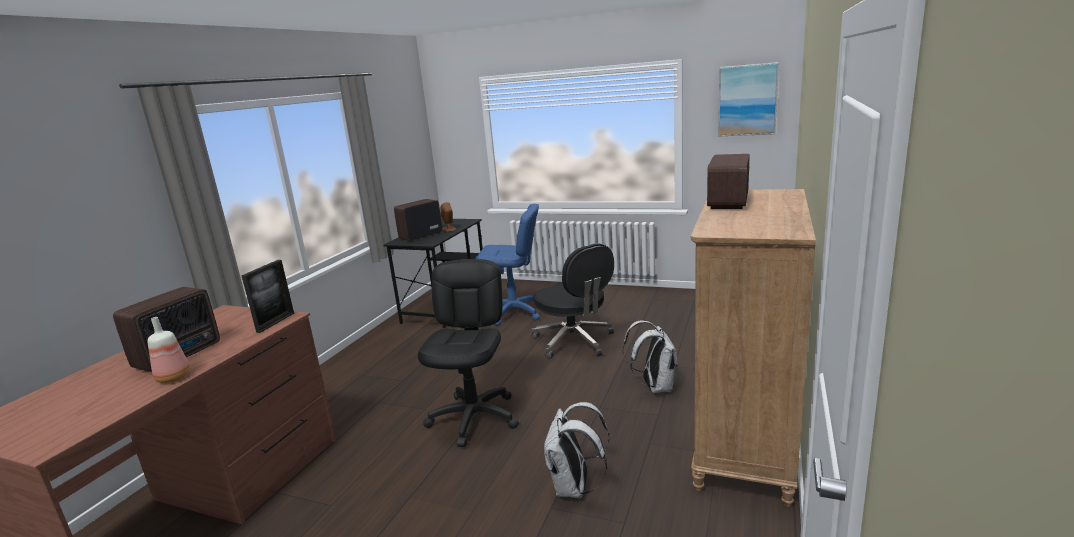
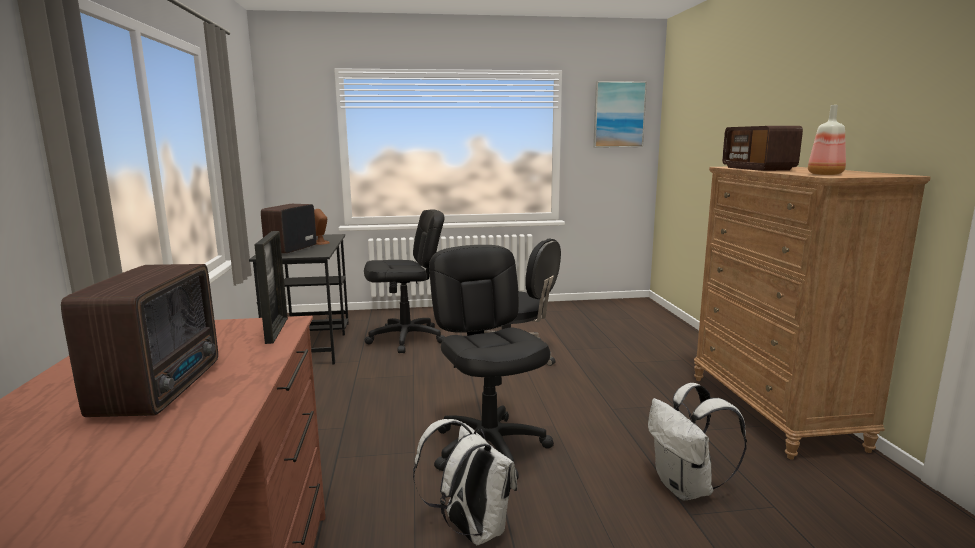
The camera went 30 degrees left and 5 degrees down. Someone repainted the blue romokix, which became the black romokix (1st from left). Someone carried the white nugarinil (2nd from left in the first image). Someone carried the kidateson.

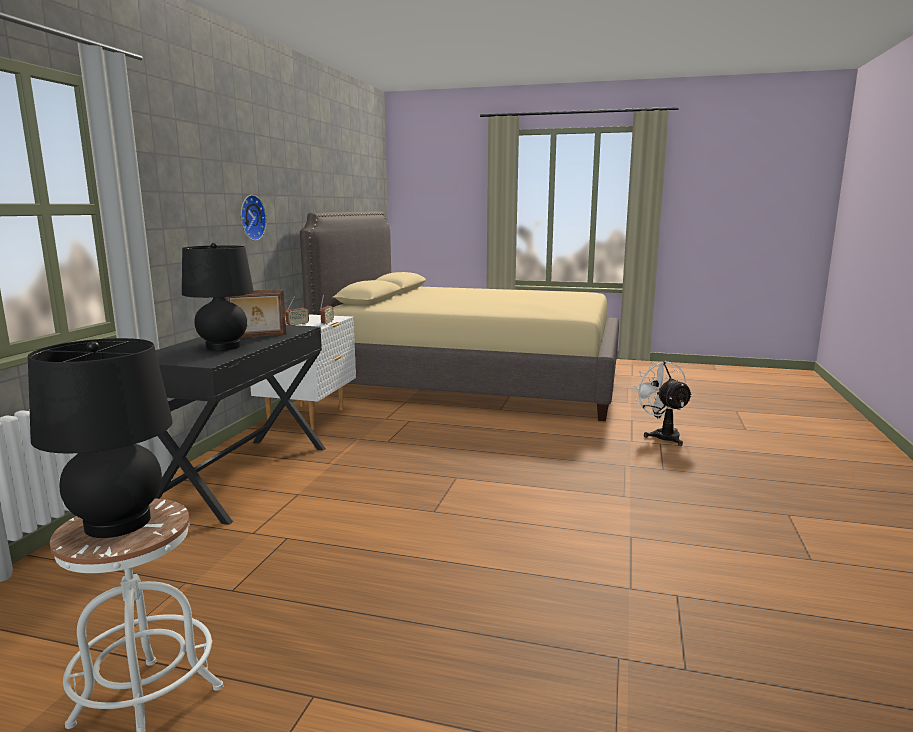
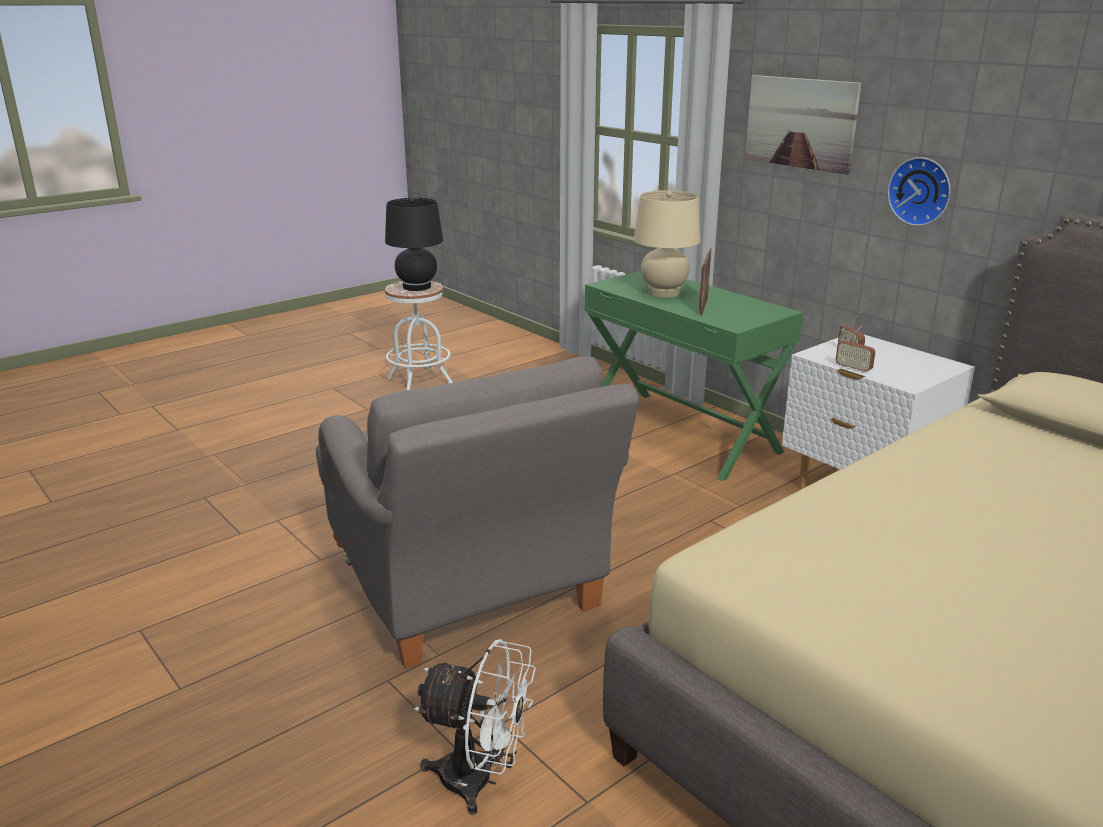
The camera went 125 degrees right and 10 degrees up. Someone put down the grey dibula. Someone repainted the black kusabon, which became the green kusabon. Someone repainted the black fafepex (2nd from left), which became the beige fafepex. Someone put up the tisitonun.

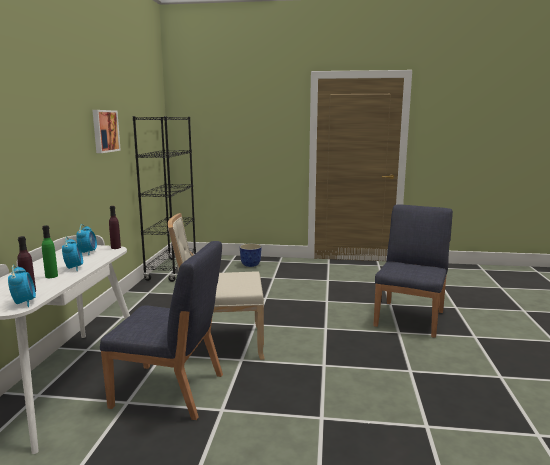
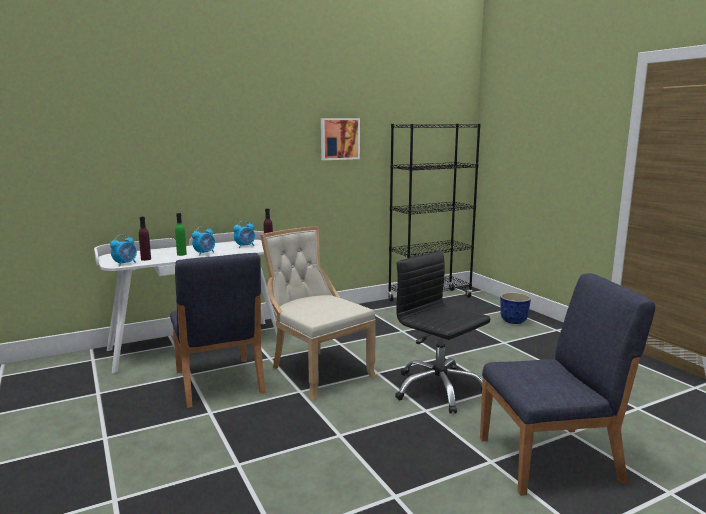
The camera went 55 degrees right and 0 degrees up. Someone put down the black romokix.

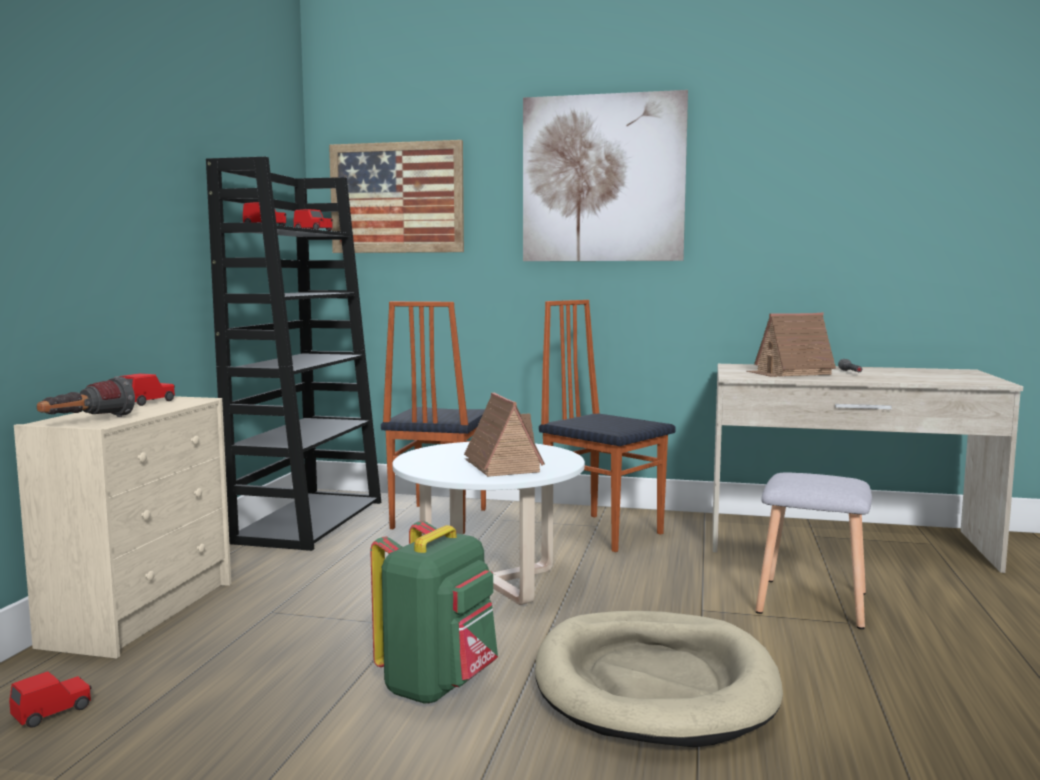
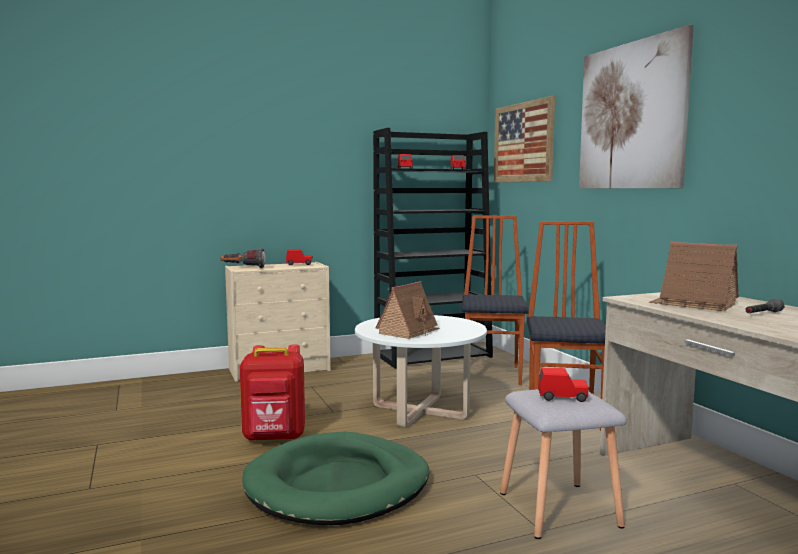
The camera went 55 degrees right and 0 degrees up. Someone repainted the green nugarinil, which became the red nugarinil. Someone repainted the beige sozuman, which became the green sozuman. Someone rotated the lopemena (1st from left) by 120 degrees clockwise. Someone carried the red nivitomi (1st from left in the first image).

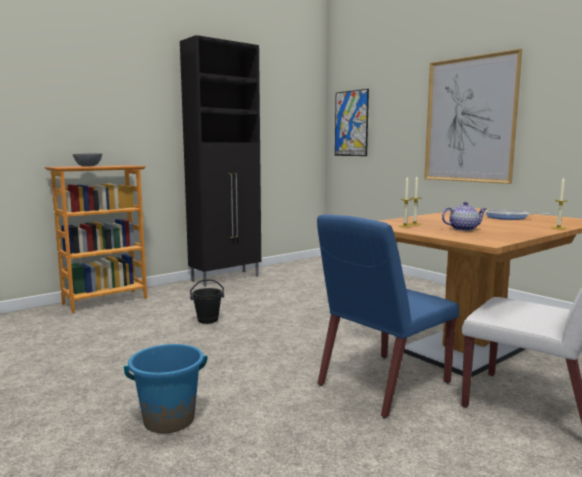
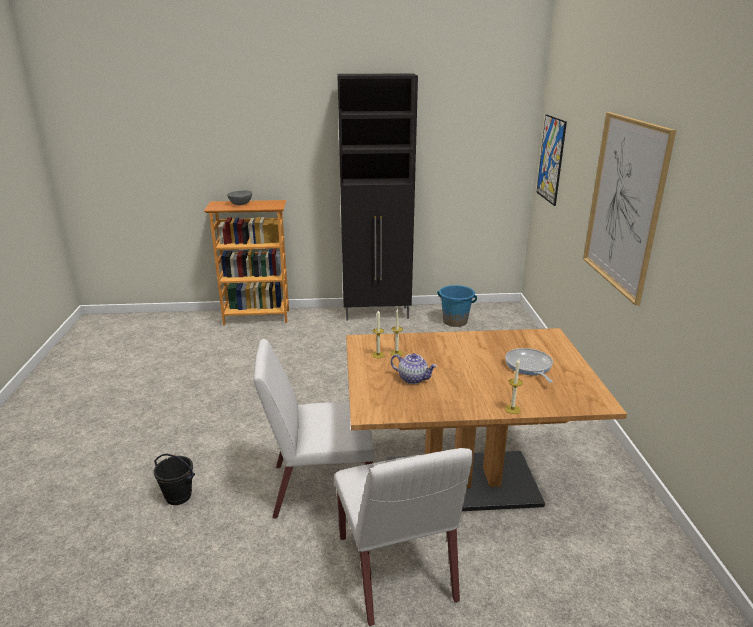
The camera went 35 degrees right and 15 degrees up. Someone carried the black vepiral. Someone repainted the blue lopemena, which became the white lopemena (1st from left). Someone carried the blue vepiral.

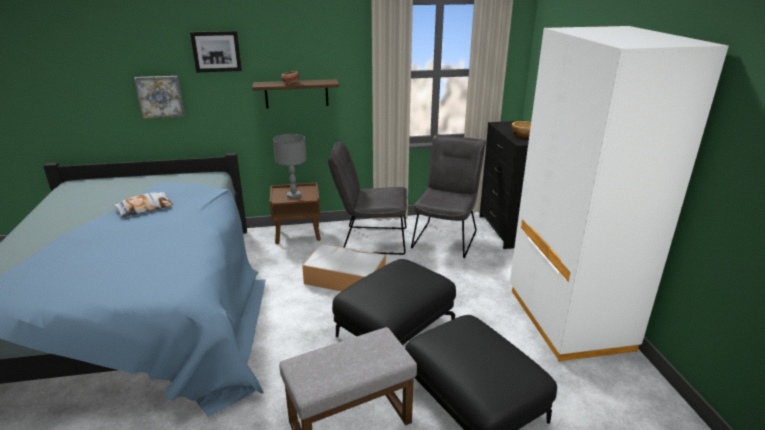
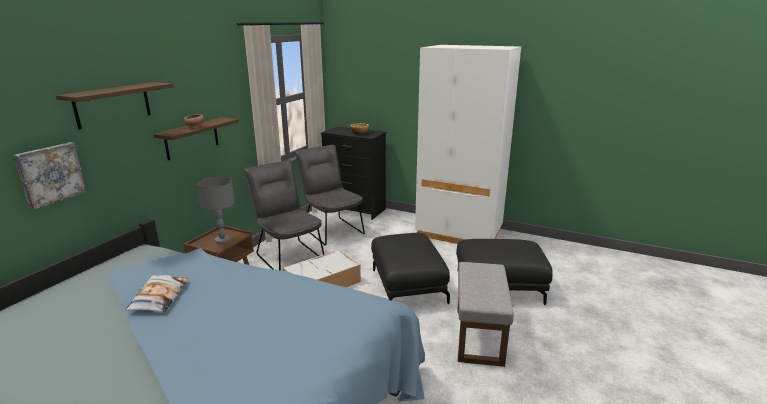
The camera went 55 degrees left and 5 degrees down. Someone swapped the tisitonun (2nd from left) for the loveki (1st from left). Someone rotated the grey lopemena (1st from left) by 105 degrees clockwise.

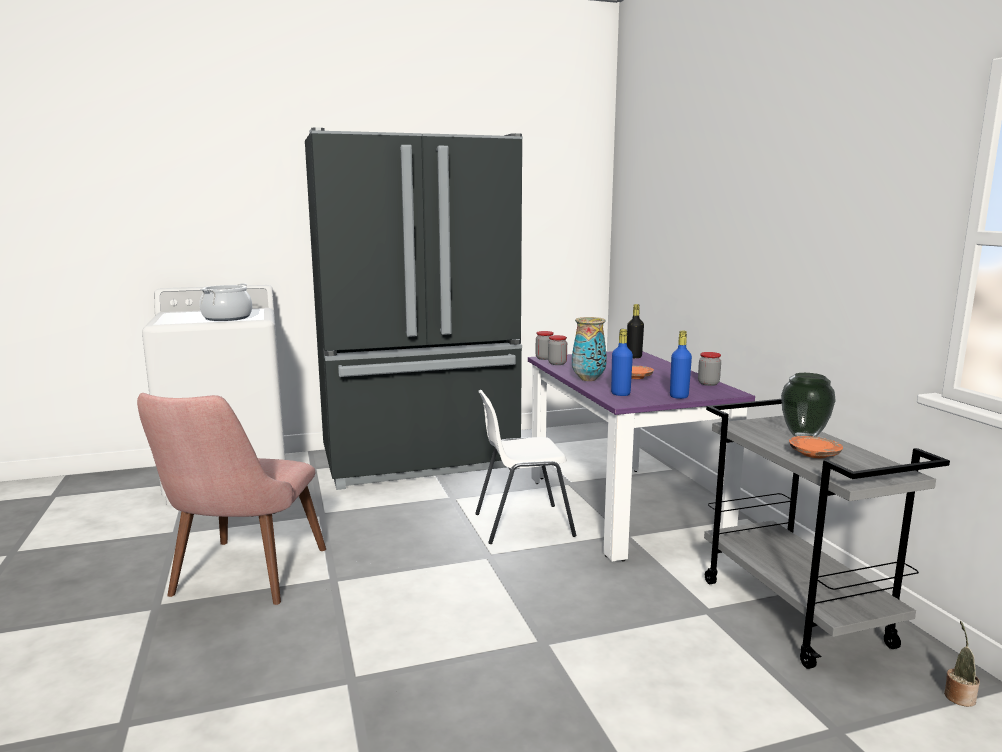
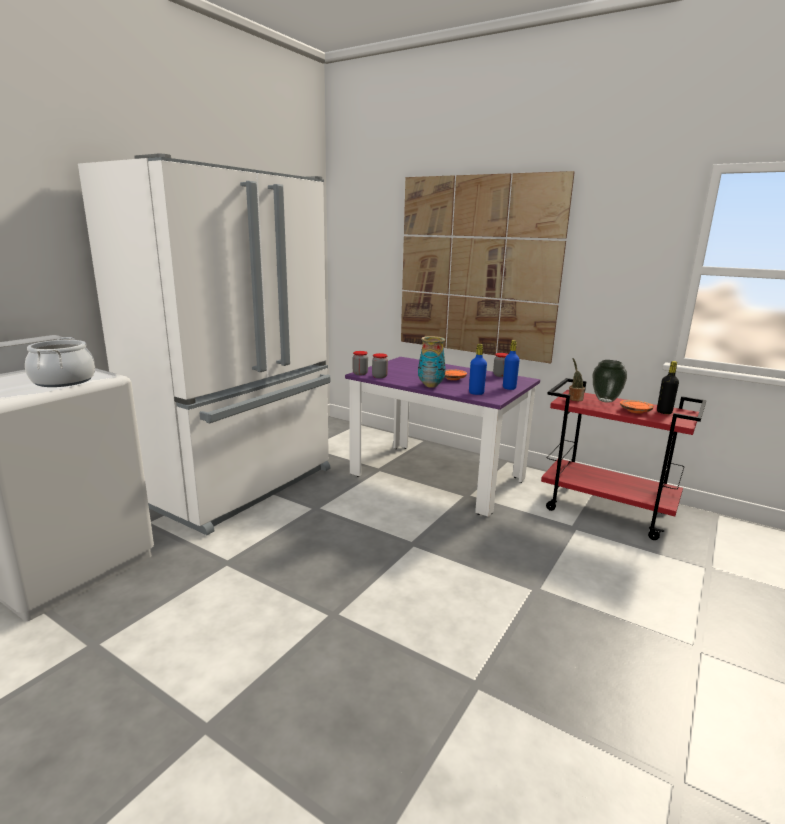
The camera went 40 degrees left and 5 degrees up. Someone repainted the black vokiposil, which became the white vokiposil. Someone put up the tisitonun. Someone repainted the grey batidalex, which became the red batidalex. Someone carried the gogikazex. Someone carried the black kidateson. Someone took away the pink lopemena. Someone took away the white lopemena.

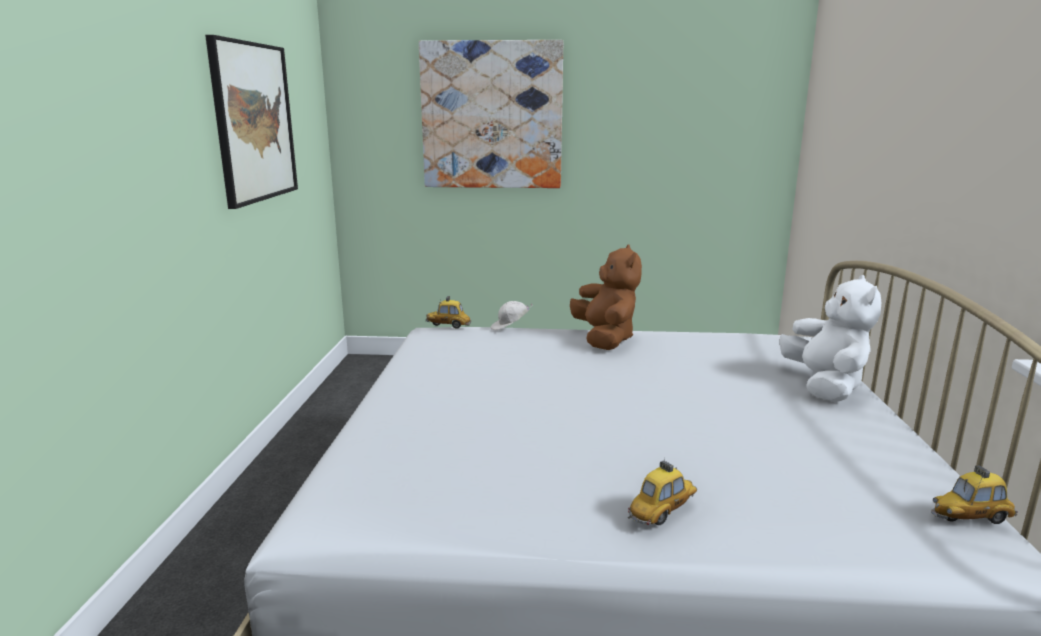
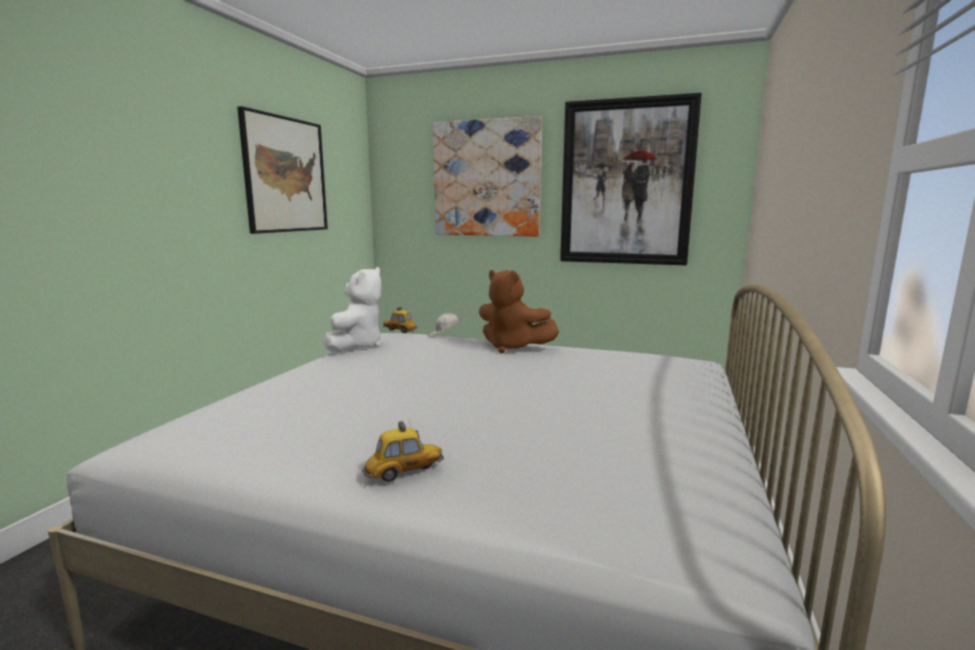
The camera went 15 degrees right and 5 degrees down. Someone carried the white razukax. Someone rotated the brown razukax by 120 degrees clockwise. Someone put up the tisitonun (3rd from left). Someone took away the nivitomi (3rd from left).

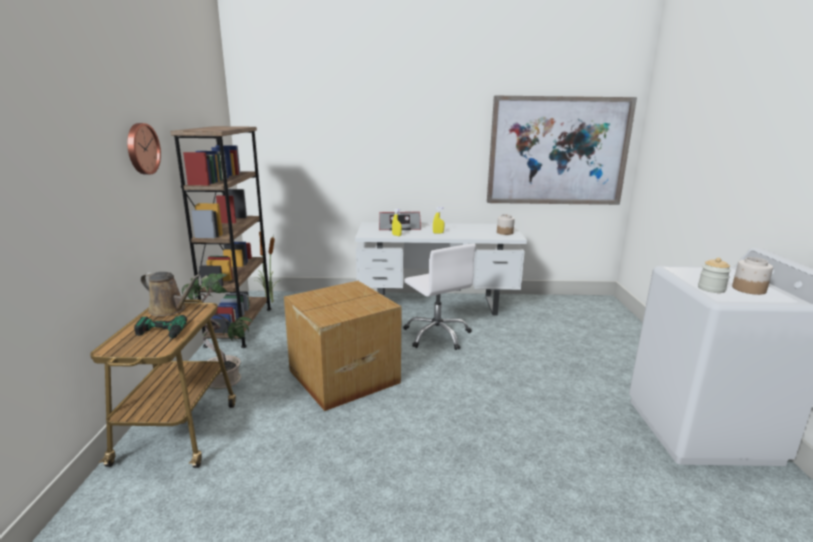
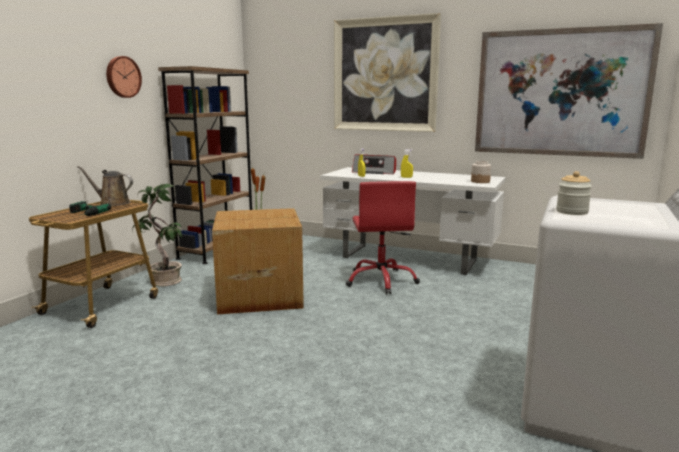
The camera went 25 degrees right and 5 degrees down. Someone rotated the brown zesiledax by 150 degrees clockwise. Someone put up the tisitonun (1st from left). Someone repainted the white romokix, which became the red romokix. Someone took away the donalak (3rd from left).

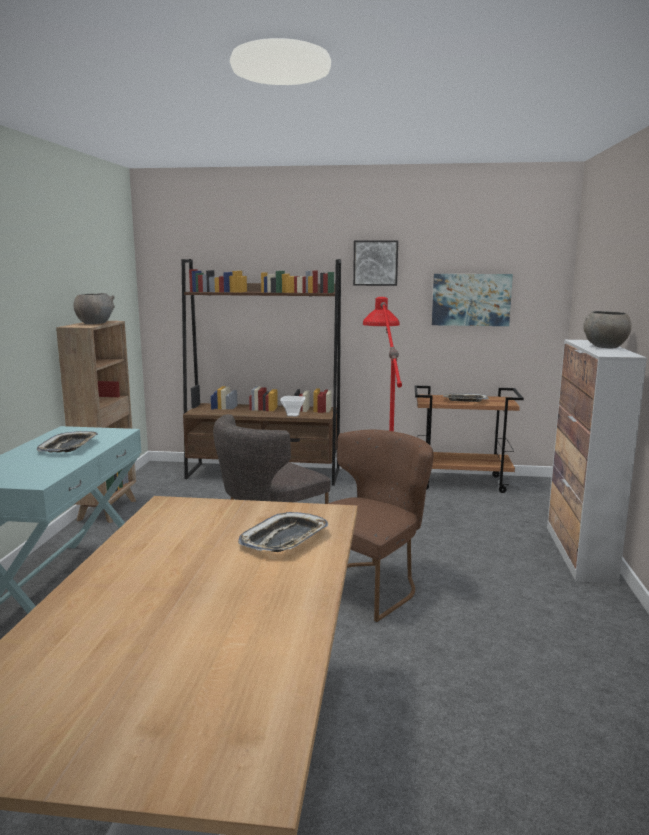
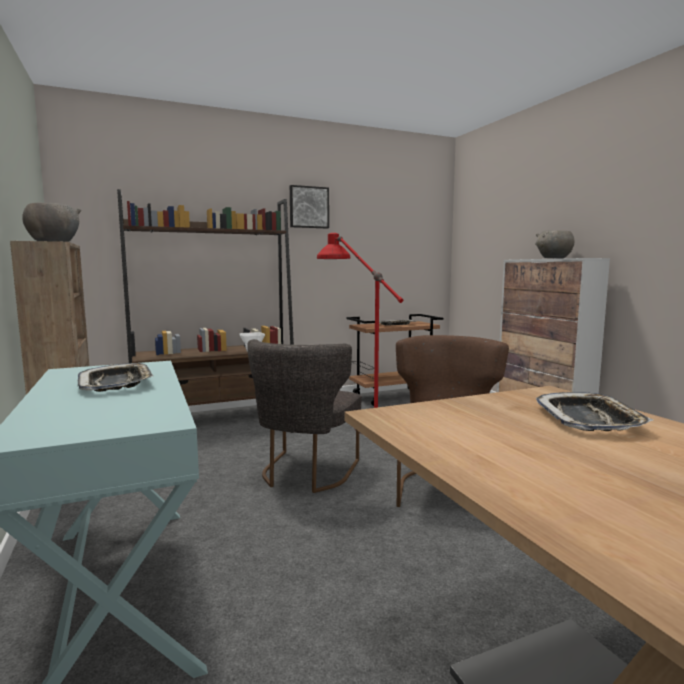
The camera went 30 degrees left and 5 degrees down. Someone took away the tisitonun (2nd from left).

